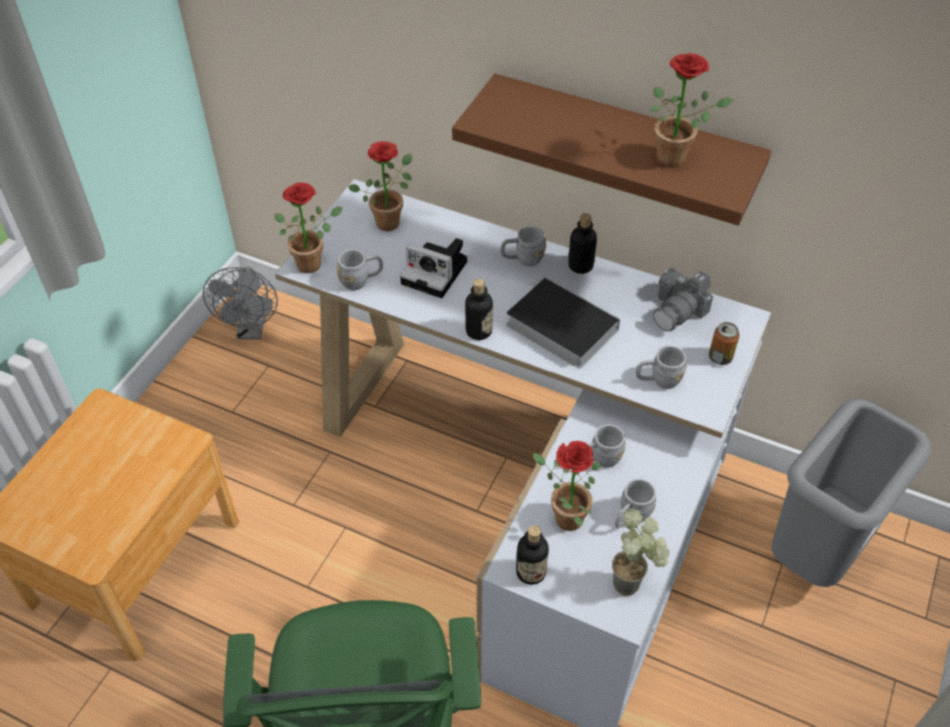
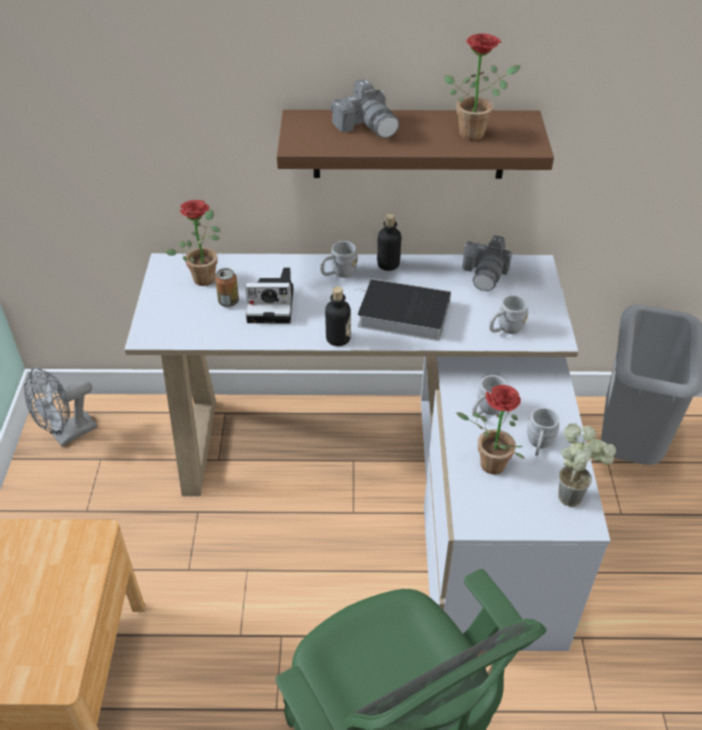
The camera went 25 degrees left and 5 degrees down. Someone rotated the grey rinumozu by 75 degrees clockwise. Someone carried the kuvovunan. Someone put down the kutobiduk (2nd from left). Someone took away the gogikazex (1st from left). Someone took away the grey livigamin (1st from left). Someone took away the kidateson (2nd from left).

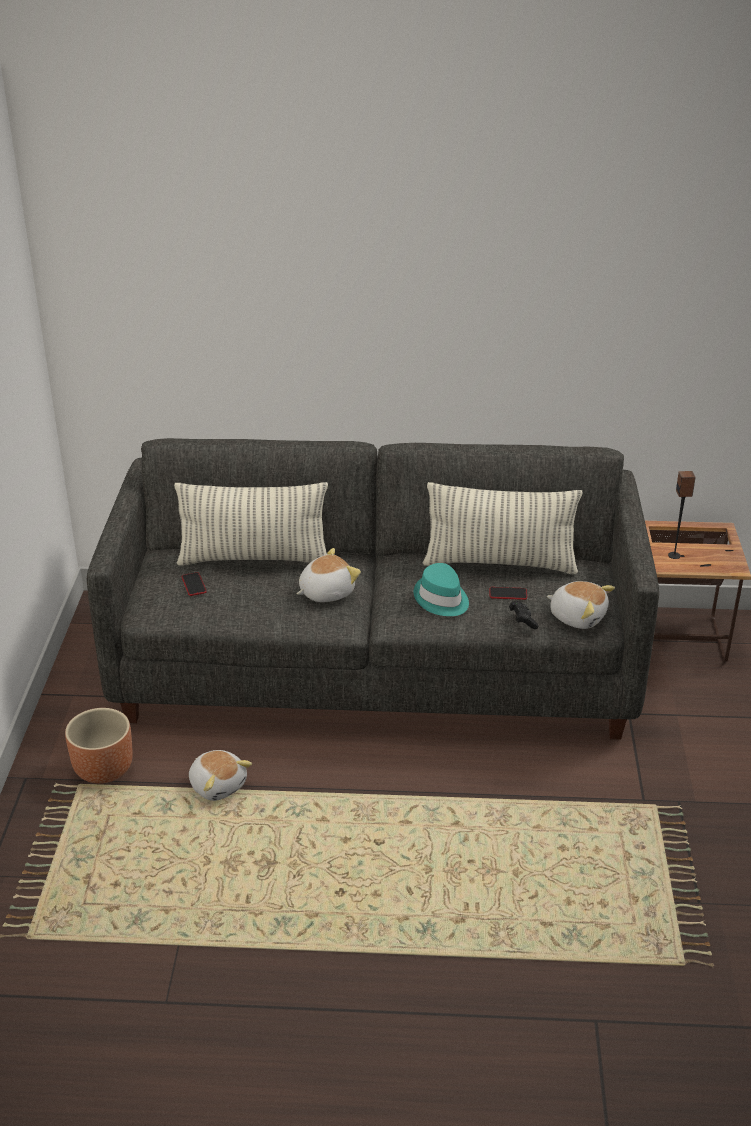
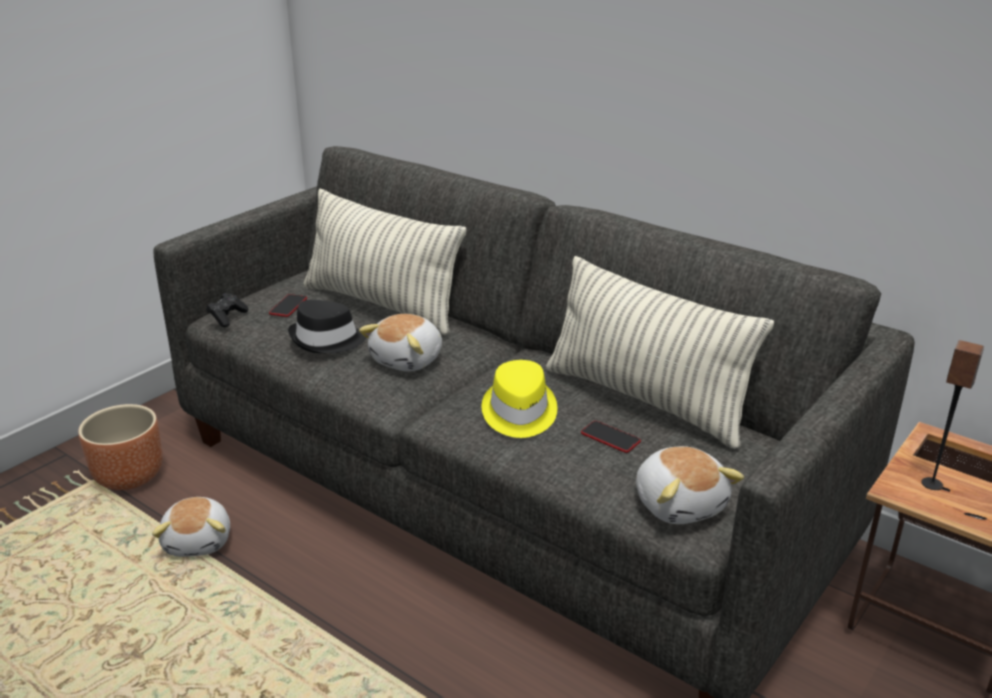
The camera went 35 degrees right and 5 degrees down. Someone carried the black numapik. Someone put down the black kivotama. Someone rotated the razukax (2nd from left) by 120 degrees clockwise. Someone repainted the turquoise kivotama, which became the yellow kivotama.

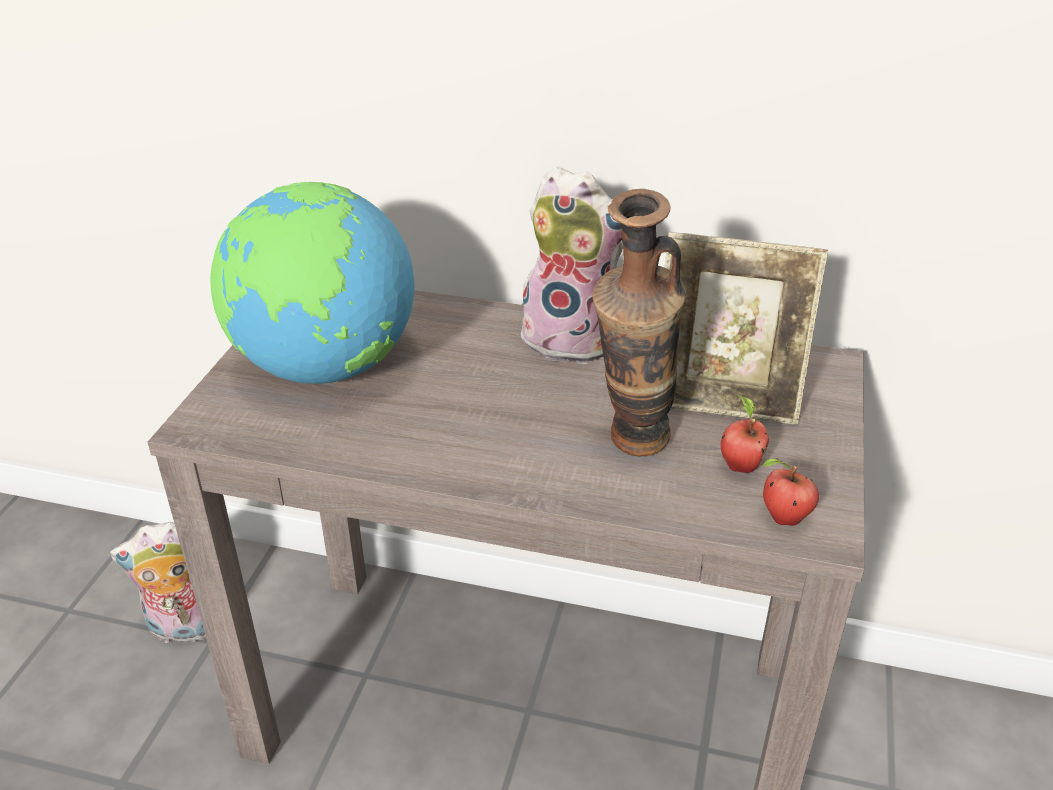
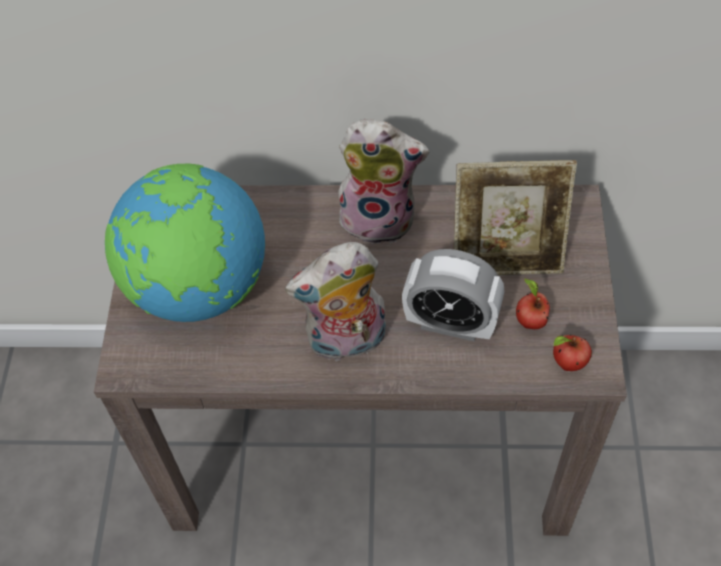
The camera went 10 degrees left and 20 degrees up. Someone carried the razukax (1st from left). Someone swapped the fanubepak for the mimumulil.

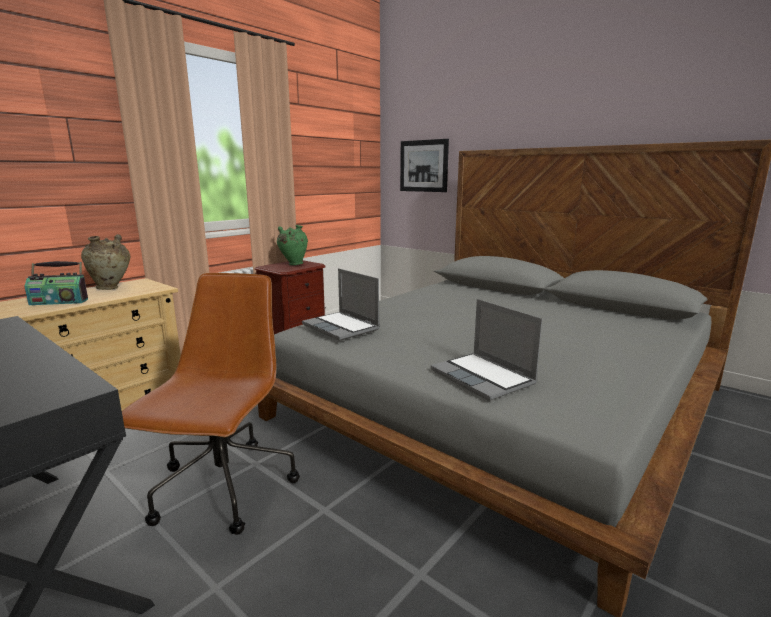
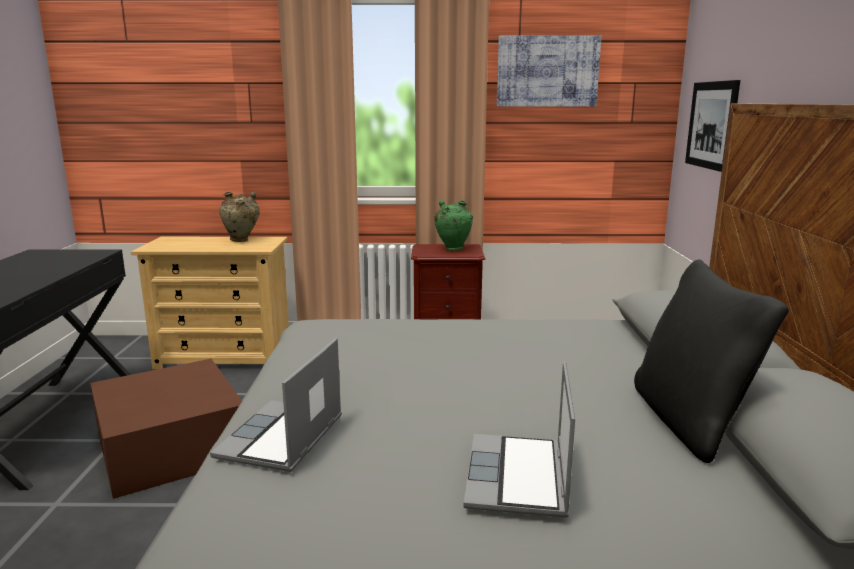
The camera went 50 degrees right and 0 degrees up. Someone swapped the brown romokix for the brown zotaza. Someone carried the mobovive (1st from left in the first image). Someone put up the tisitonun (1st from left). Someone put down the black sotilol. Someone took away the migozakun.

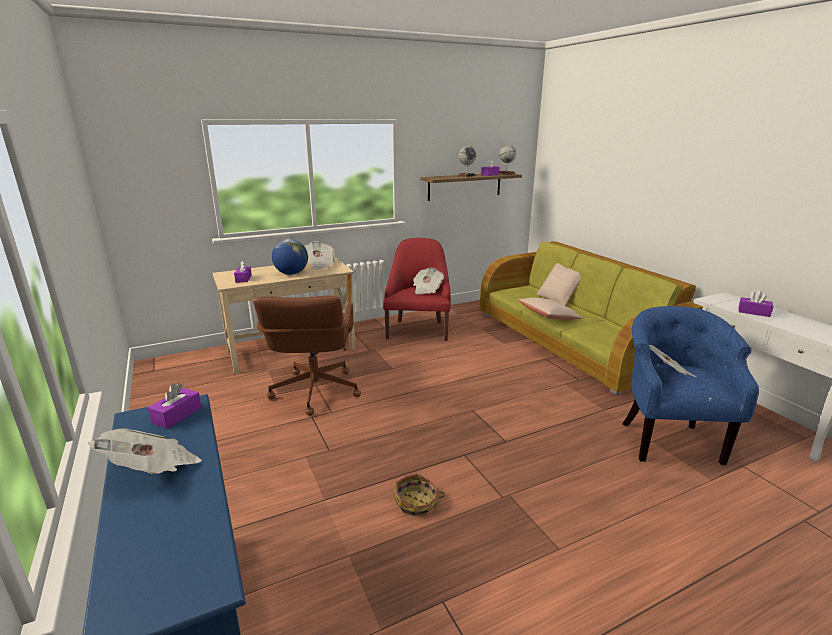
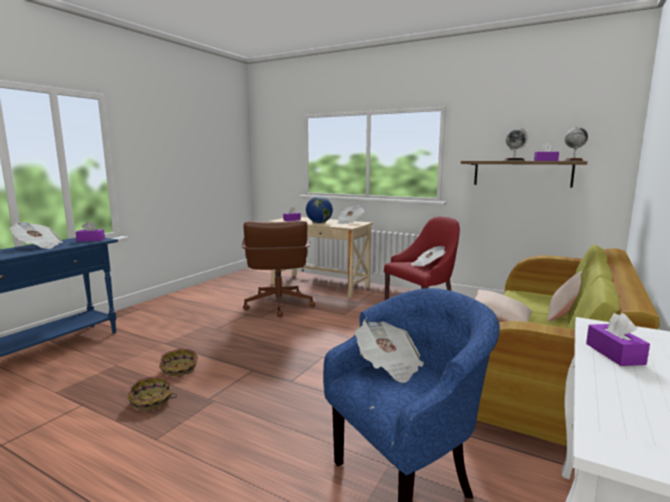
The camera went 55 degrees right and 10 degrees down. Someone put down the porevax (1st from left). Someone rotated the brown romokix by 60 degrees counterclockwise.

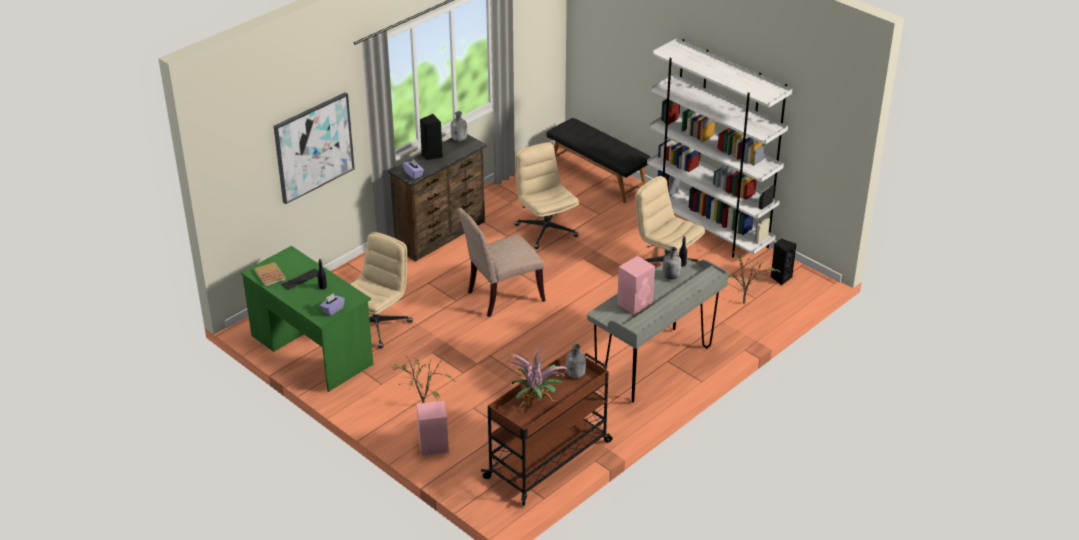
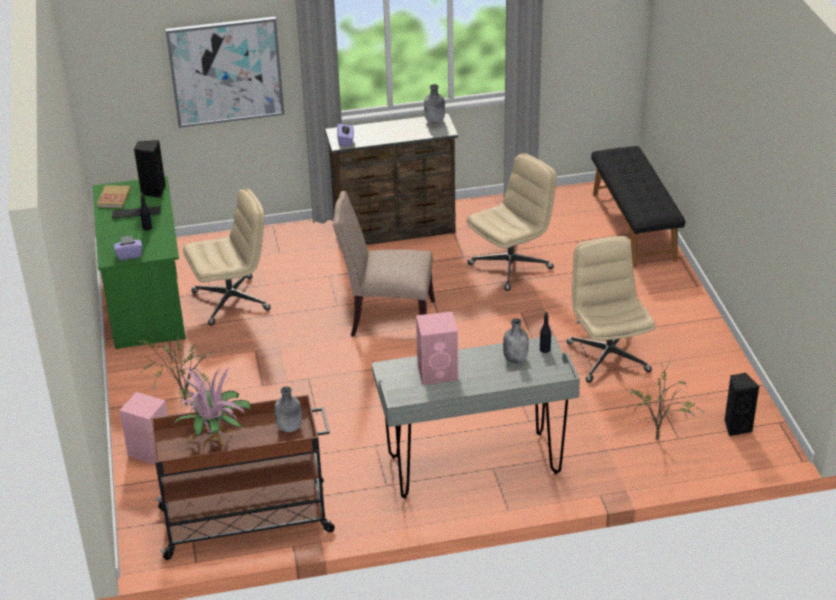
The camera went 35 degrees right and 0 degrees up. Someone carried the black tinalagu (1st from left). Someone rotated the beige romokix (2nd from left) by 45 degrees clockwise. Someone took away the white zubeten.

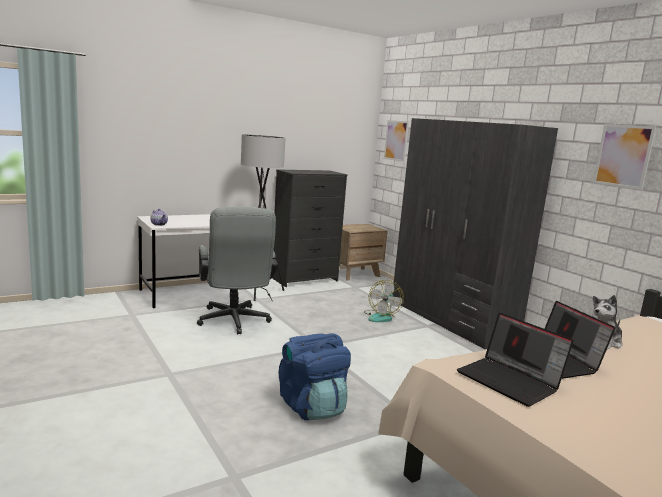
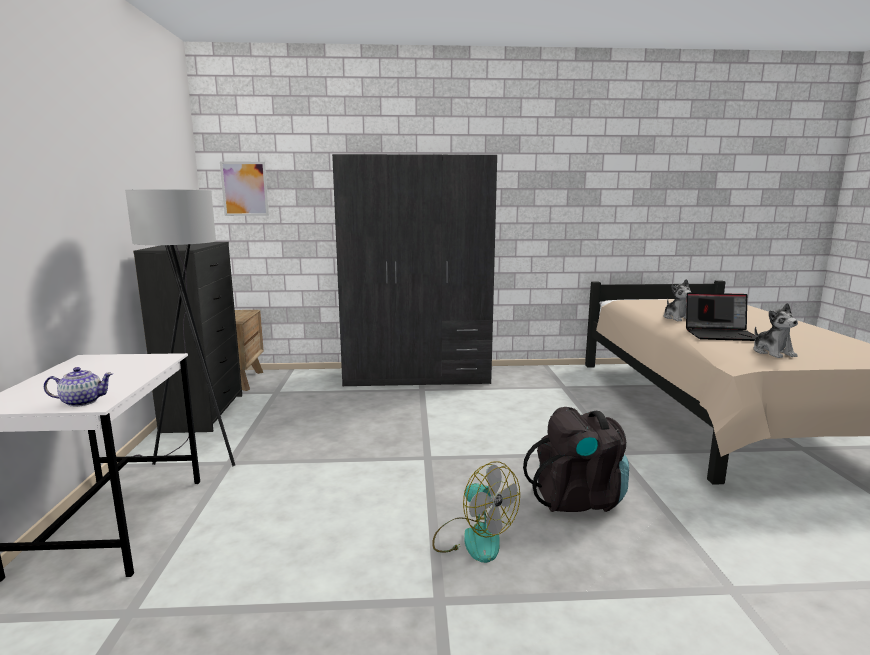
The camera went 60 degrees left and 0 degrees up. Someone carried the rinumozu. Someone repainted the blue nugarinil, which became the black nugarinil. Someone swapped the mobovive (1st from left) for the razukax (2nd from left). Someone took away the grey romokix. Someone took away the tisitonun (2nd from left).

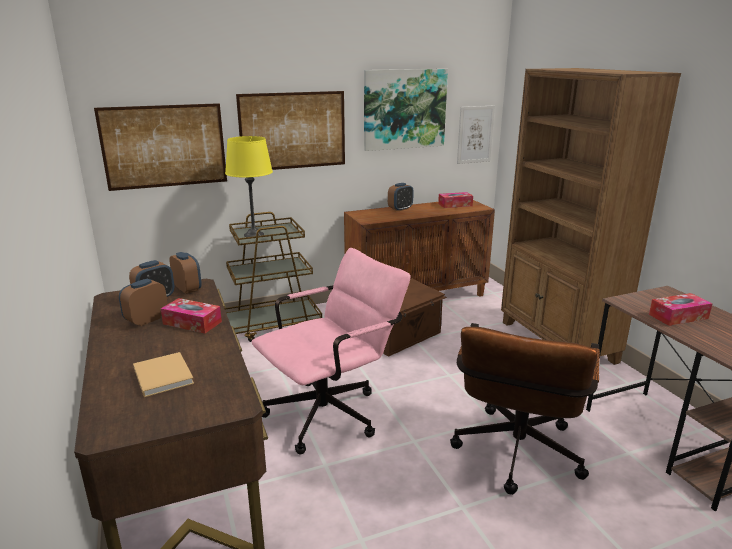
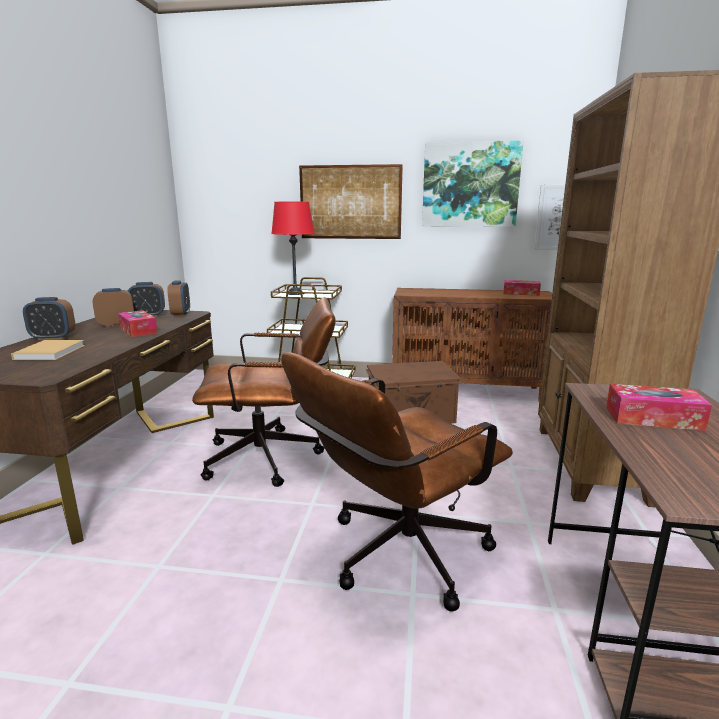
The camera went 30 degrees right and 5 degrees down. Someone carried the mimumulil (4th from left in the first image). Someone repainted the pink romokix, which became the brown romokix (1st from left). Someone repainted the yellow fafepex, which became the red fafepex. Someone took away the tisitonun (1st from left).

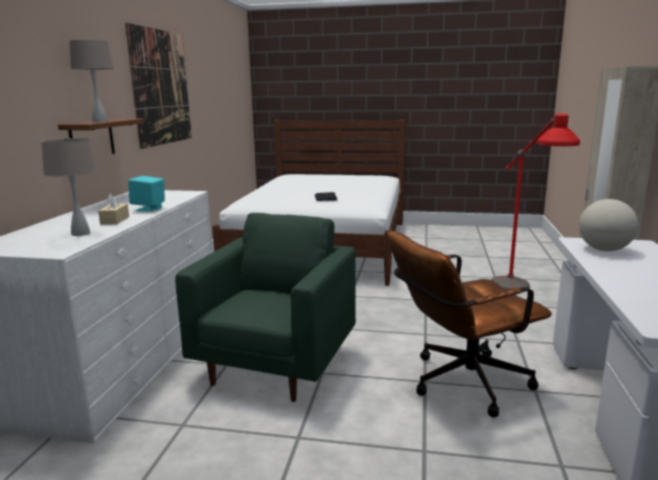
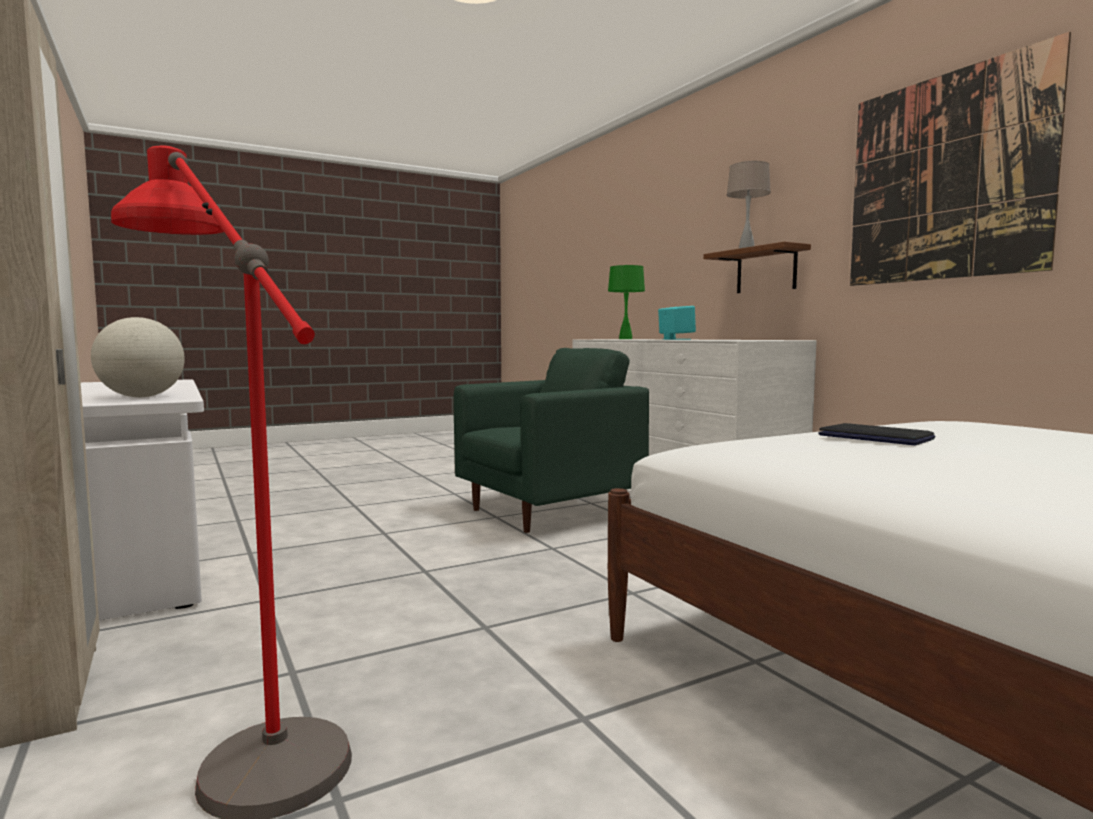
The camera went 140 degrees right and 10 degrees down. Someone rotated the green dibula by 105 degrees counterclockwise. Someone repainted the beige fafepex (1st from left), which became the green fafepex. Someone took away the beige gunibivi. Someone took away the brown romokix.

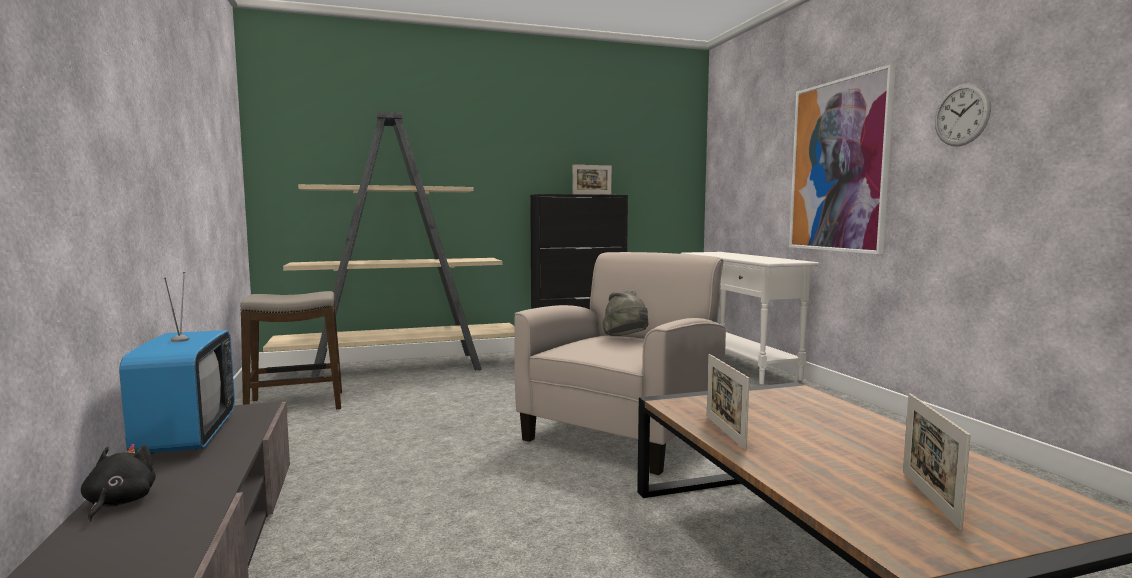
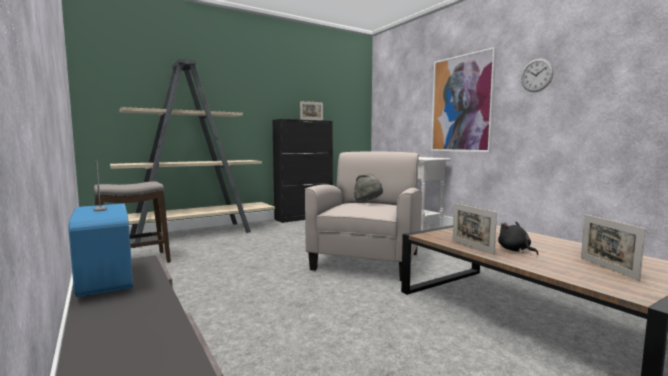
The camera went 15 degrees left and 0 degrees up. Someone carried the black razukax.

